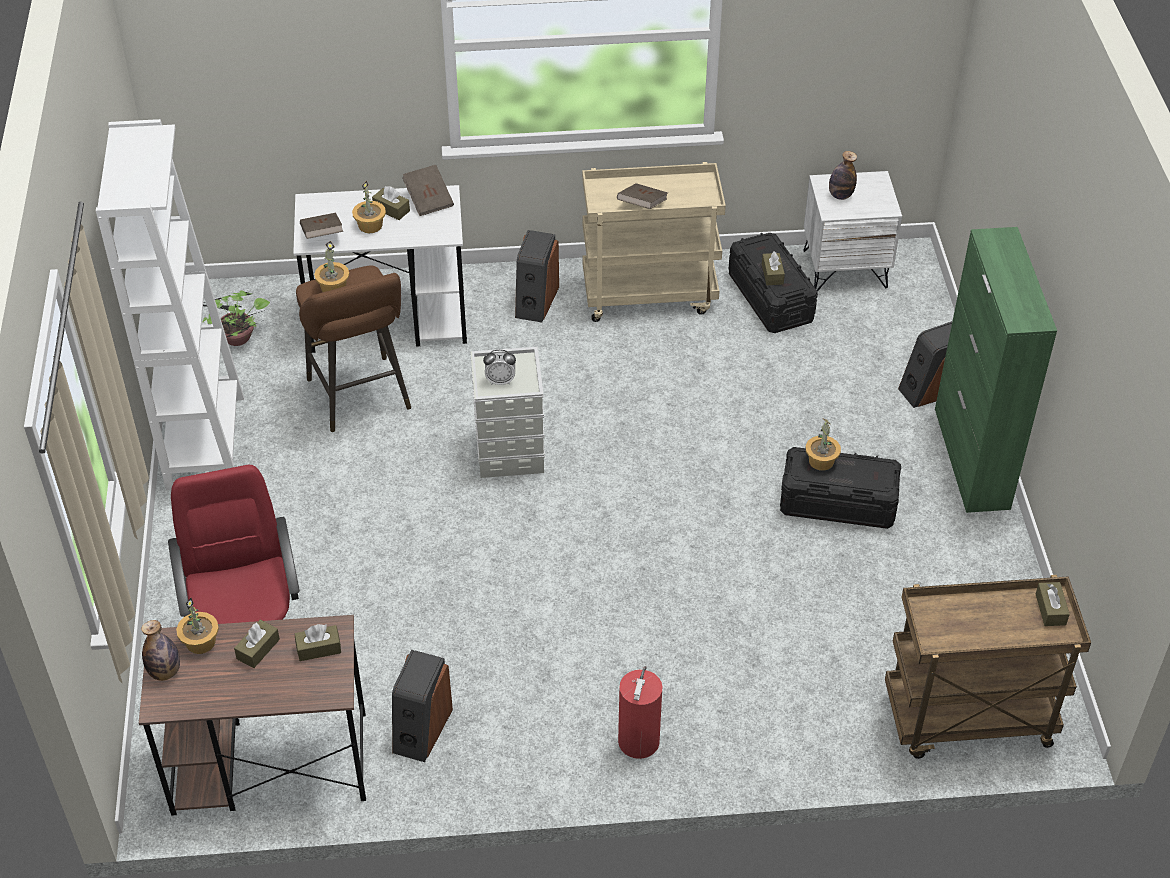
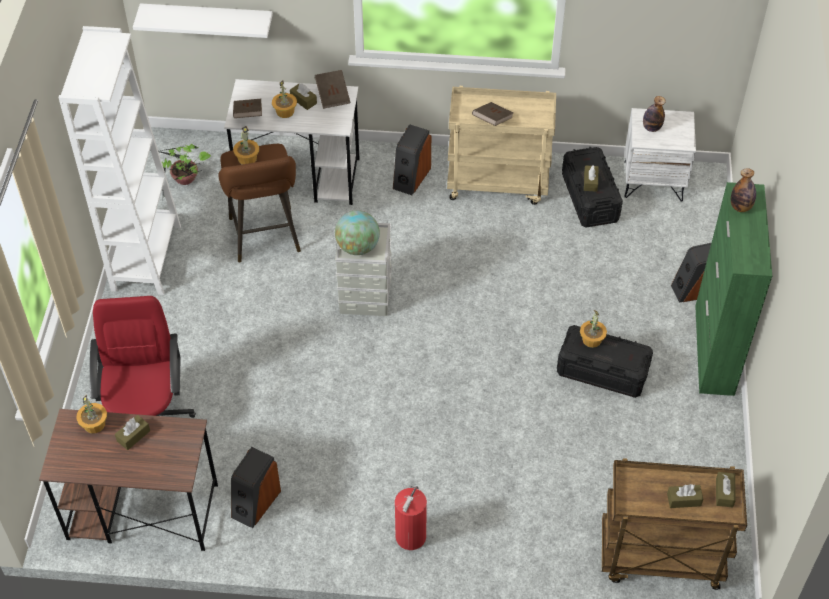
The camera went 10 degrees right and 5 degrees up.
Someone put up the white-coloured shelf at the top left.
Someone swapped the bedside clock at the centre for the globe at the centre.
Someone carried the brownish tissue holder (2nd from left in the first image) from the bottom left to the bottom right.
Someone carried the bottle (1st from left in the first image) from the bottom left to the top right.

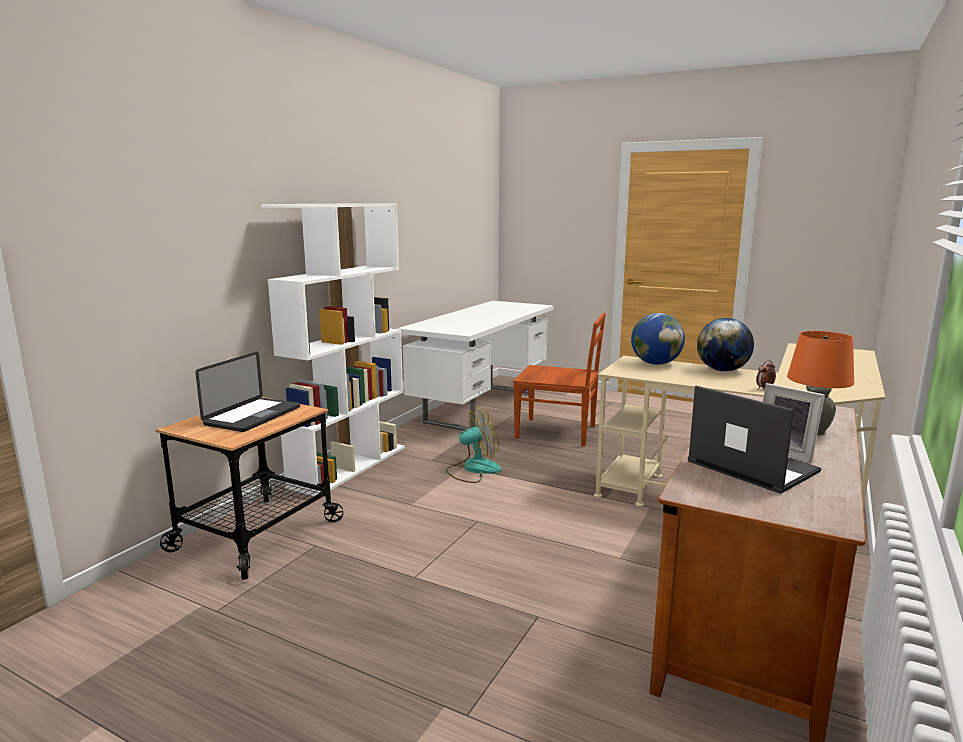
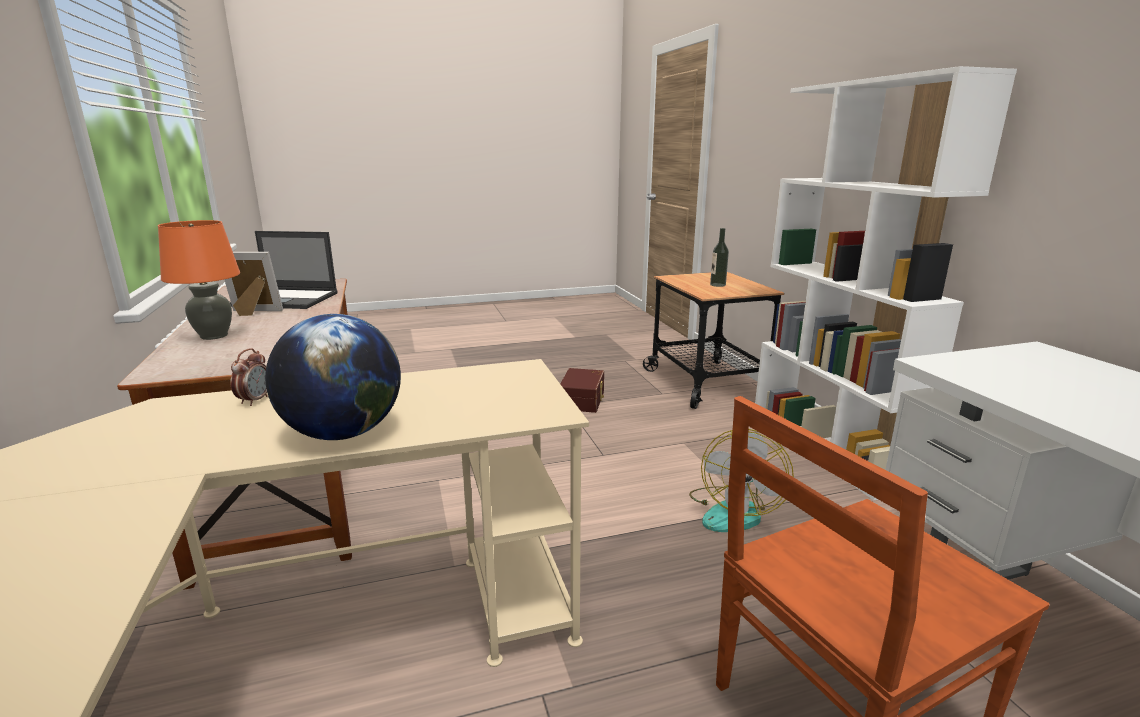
The camera went 135 degrees right and 5 degrees up.
Someone put down the brownish storage container at the centre.
Someone swapped the portable computer (1st from left) at the middle left for the bottle at the centre.
Someone took away the globe (1st from left) at the middle right.

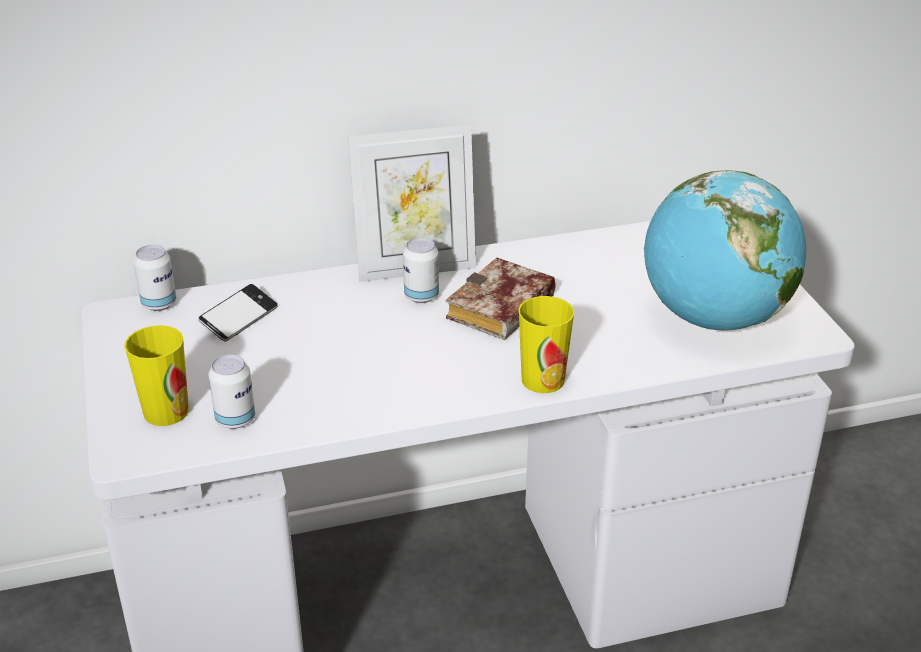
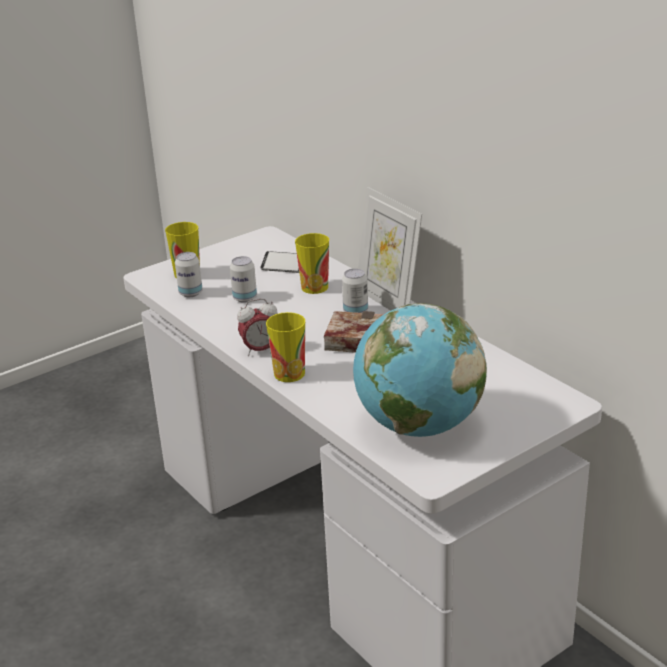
The camera went 70 degrees right and 5 degrees down.
Someone carried the can (1st from left in the first image) from the middle left to the centre.
Someone put down the bedside clock at the centre.
Someone put down the drinking cup (3rd from left) at the centre.

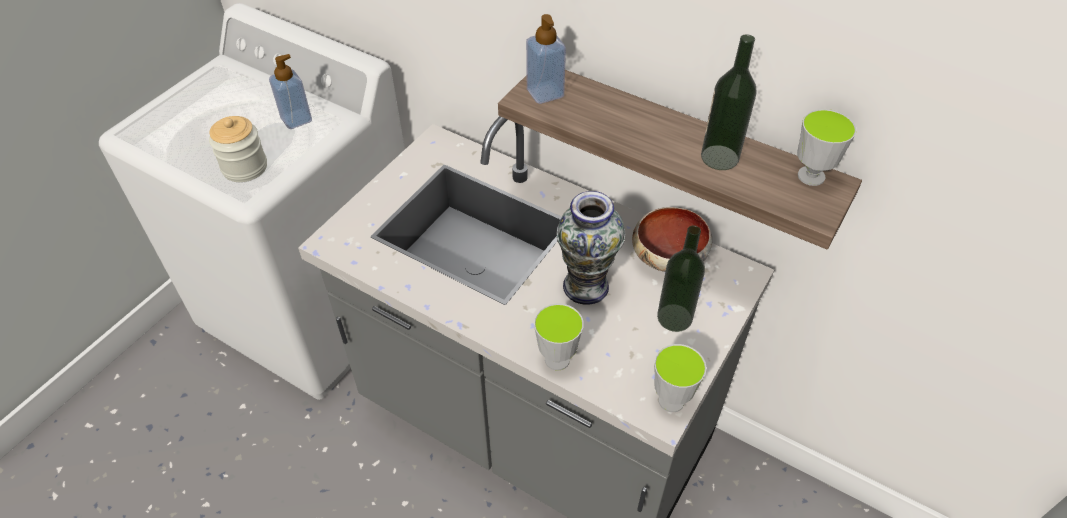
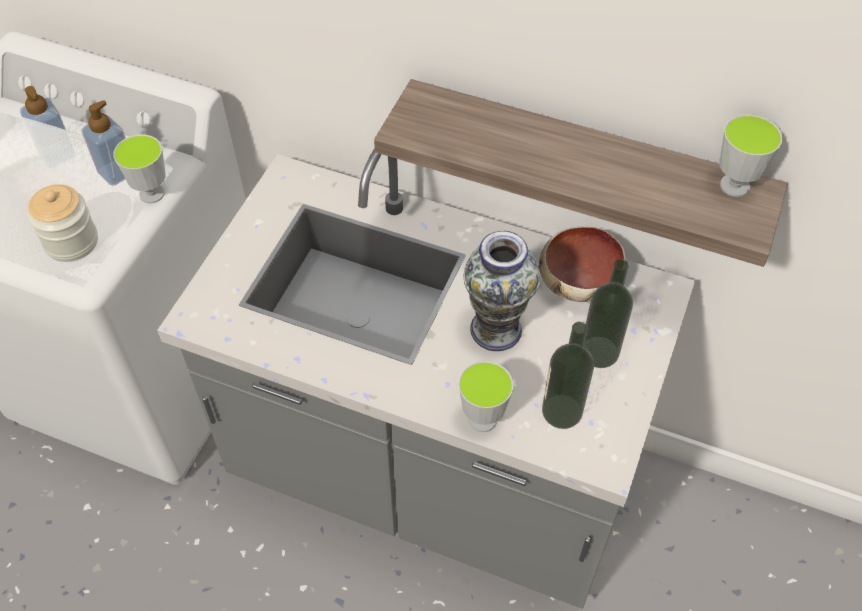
The camera went 10 degrees left and 5 degrees up.
Someone carried the liquid soap bottle (2nd from left in the first image) from the top centre to the top left.
Someone carried the drinking cup (2nd from left in the first image) from the bottom centre to the top left.
Someone carried the bottle (2nd from left in the first image) from the top right to the centre.

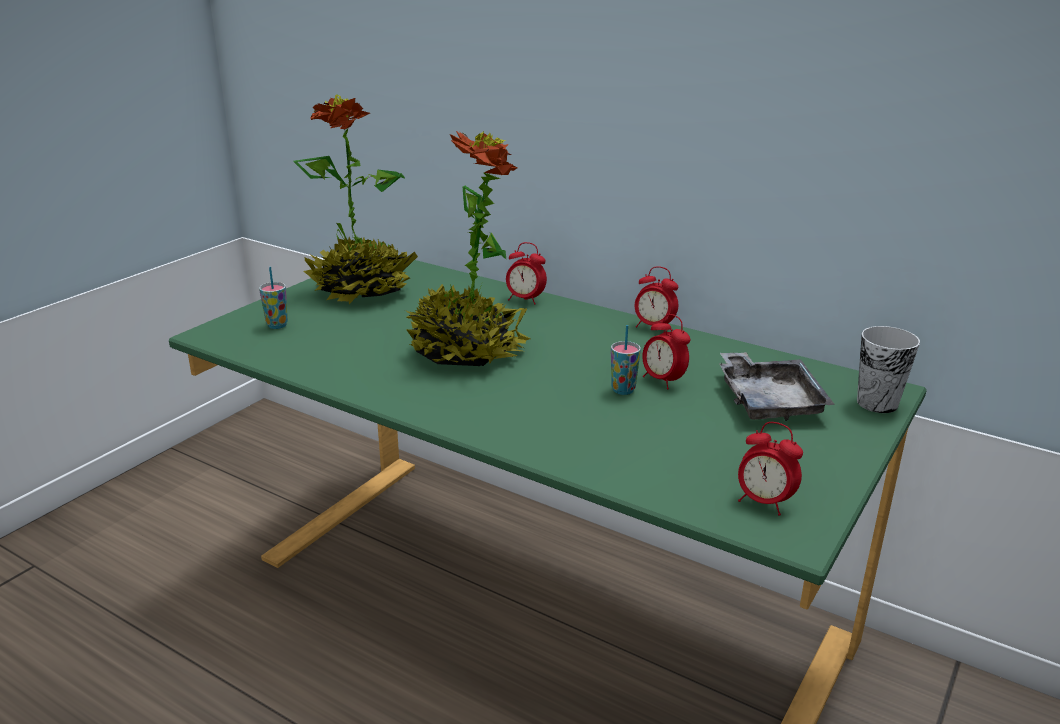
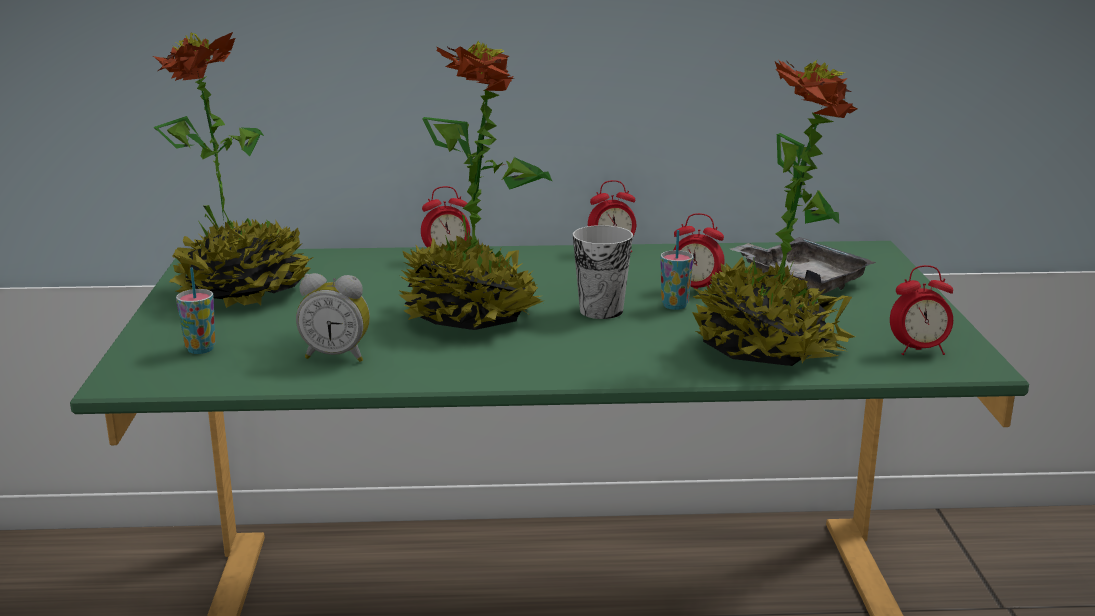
The camera went 35 degrees left and 5 degrees down.
Someone put down the bedside clock (1st from left) at the middle left.
Someone carried the drinking cup (3rd from left in the first image) from the middle right to the centre.
Someone put down the potted plant (3rd from left) at the middle right.

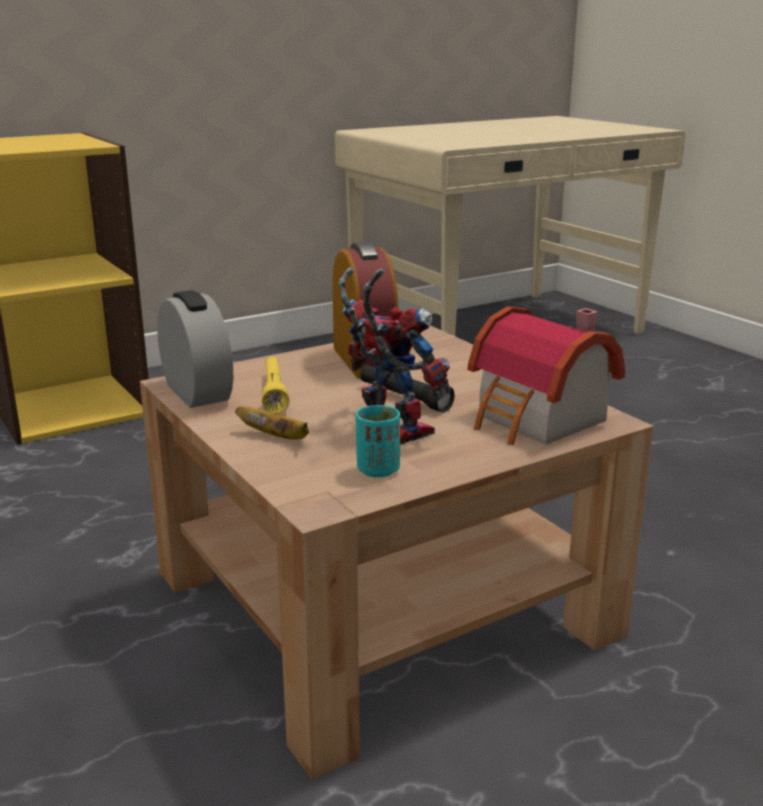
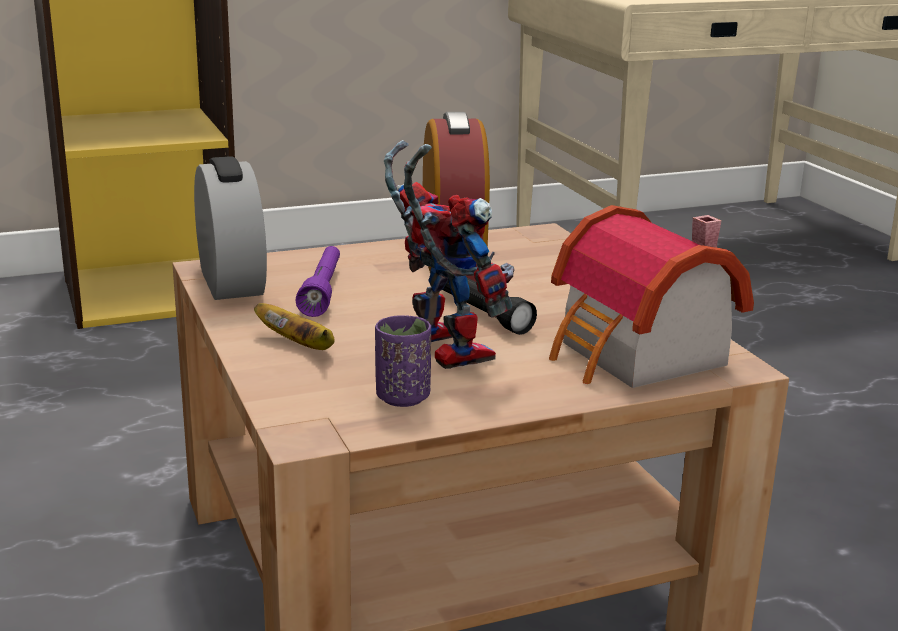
The camera went 10 degrees right and 0 degrees up.
Someone repainted the yellowish flashlight at the centre, which became the purple flashlight at the centre.
Someone repainted the turquoise-coloured drinking cup at the centre, which became the purple drinking cup at the centre.

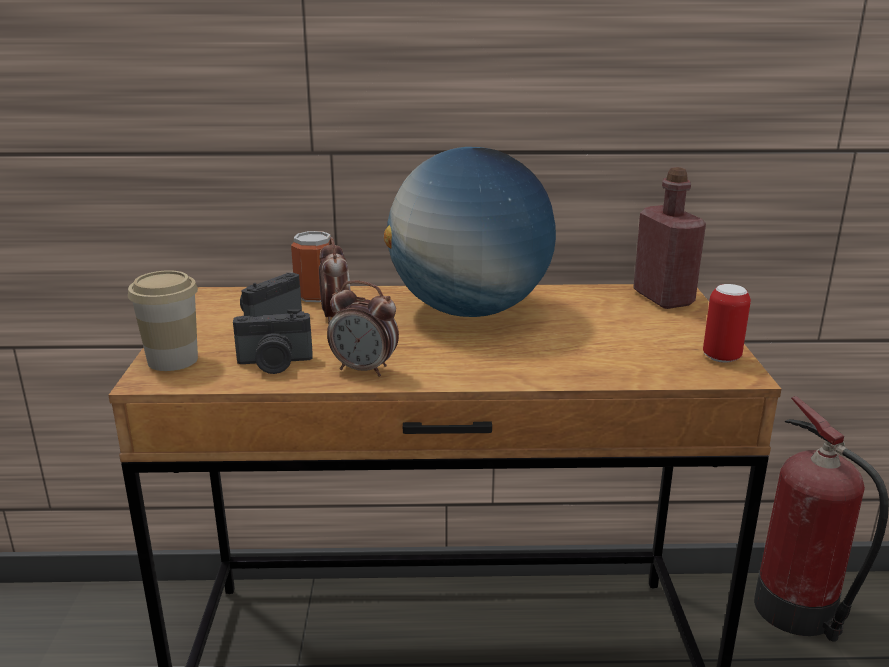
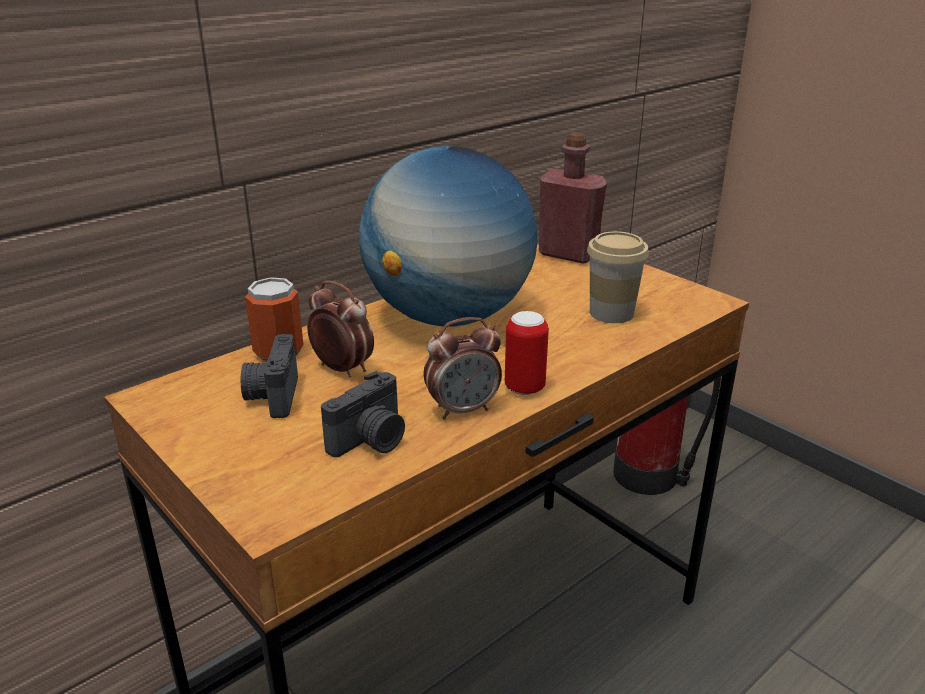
The camera went 40 degrees left and 5 degrees up.
Someone carried the can (2nd from left) from the middle right to the centre.
Someone carried the drinking cup from the middle left to the middle right.

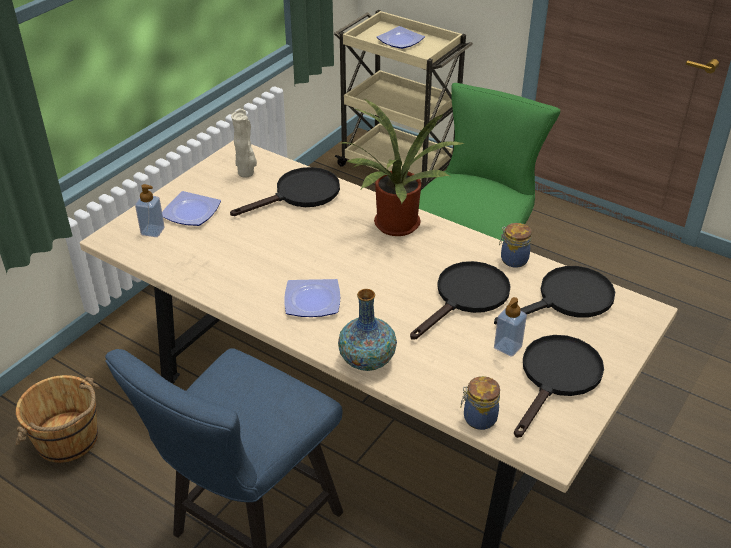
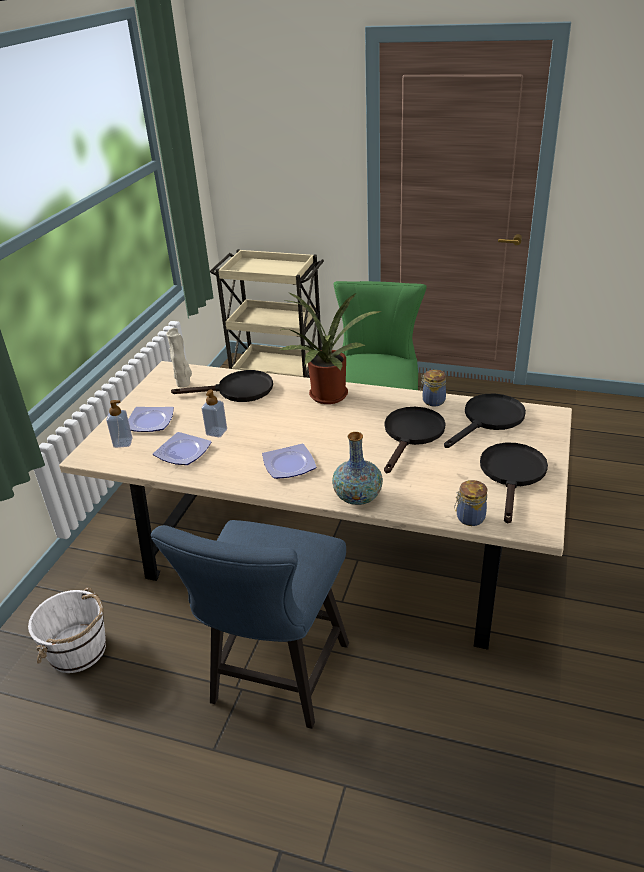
The camera went 15 degrees left and 5 degrees down.
Someone repainted the brownish pail at the bottom left, which became the white-coloured pail at the bottom left.
Someone carried the dinner plate (3rd from left in the first image) from the top centre to the middle left.
Someone rotated the black-coloured frying pan (1st from left) at the centre by 45 degrees clockwise.
Someone carried the liquid soap bottle (2nd from left) from the middle right to the middle left.

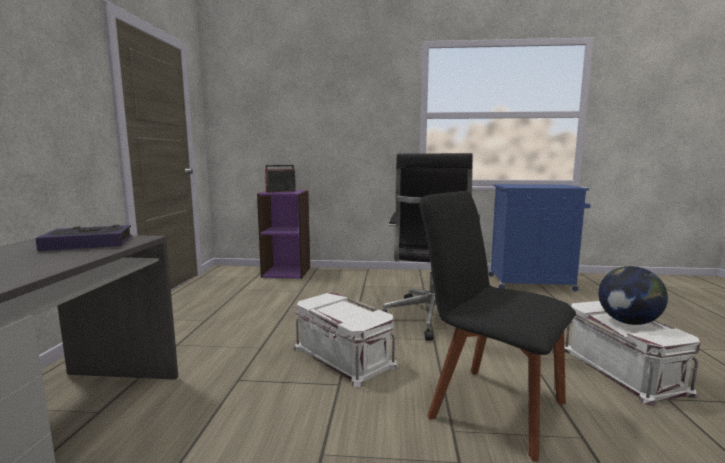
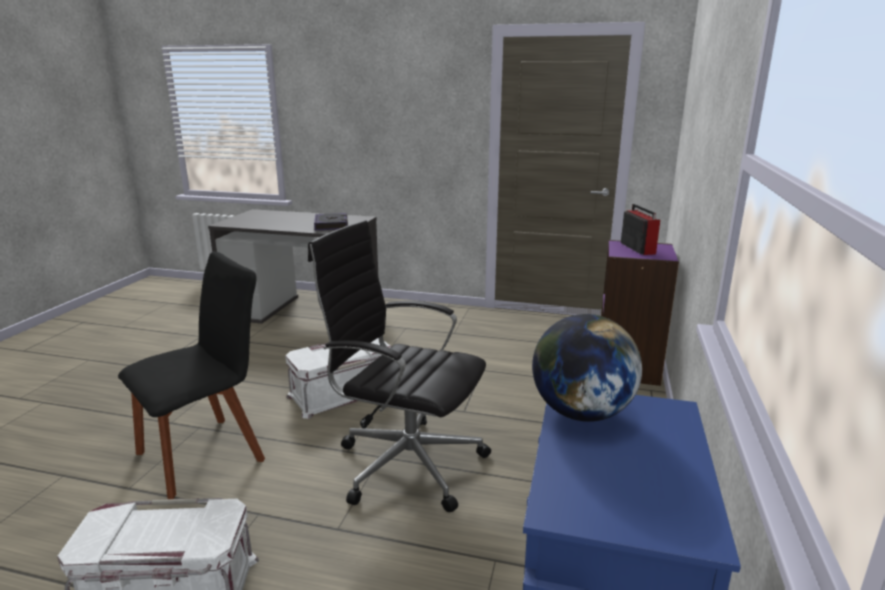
The camera went 100 degrees right and 10 degrees up.
Someone carried the globe from the middle right to the centre.

